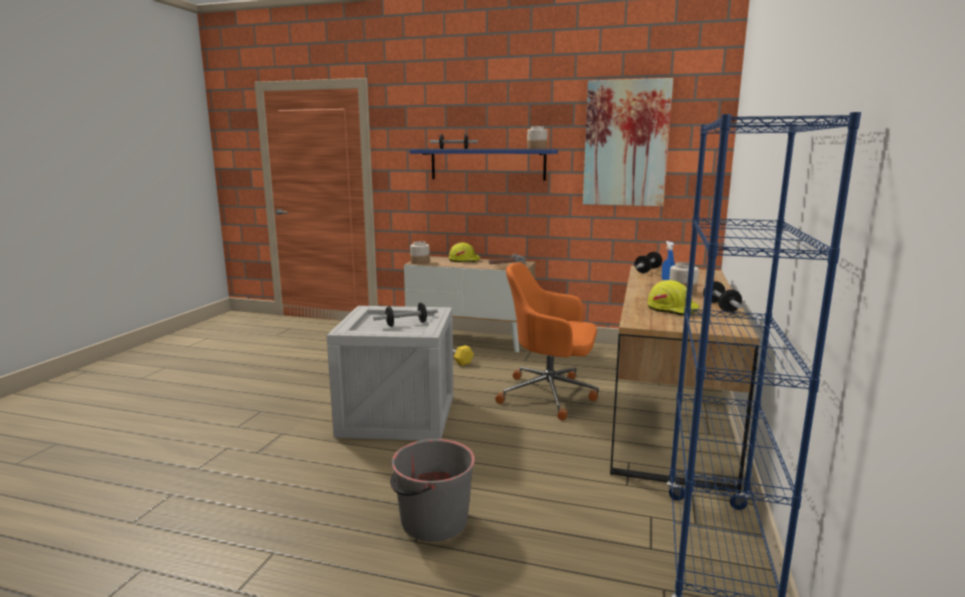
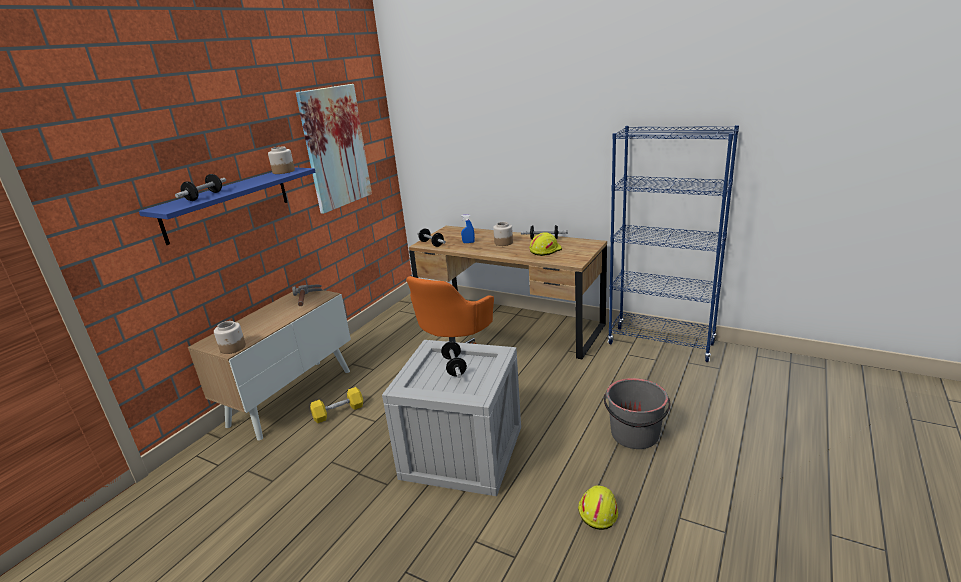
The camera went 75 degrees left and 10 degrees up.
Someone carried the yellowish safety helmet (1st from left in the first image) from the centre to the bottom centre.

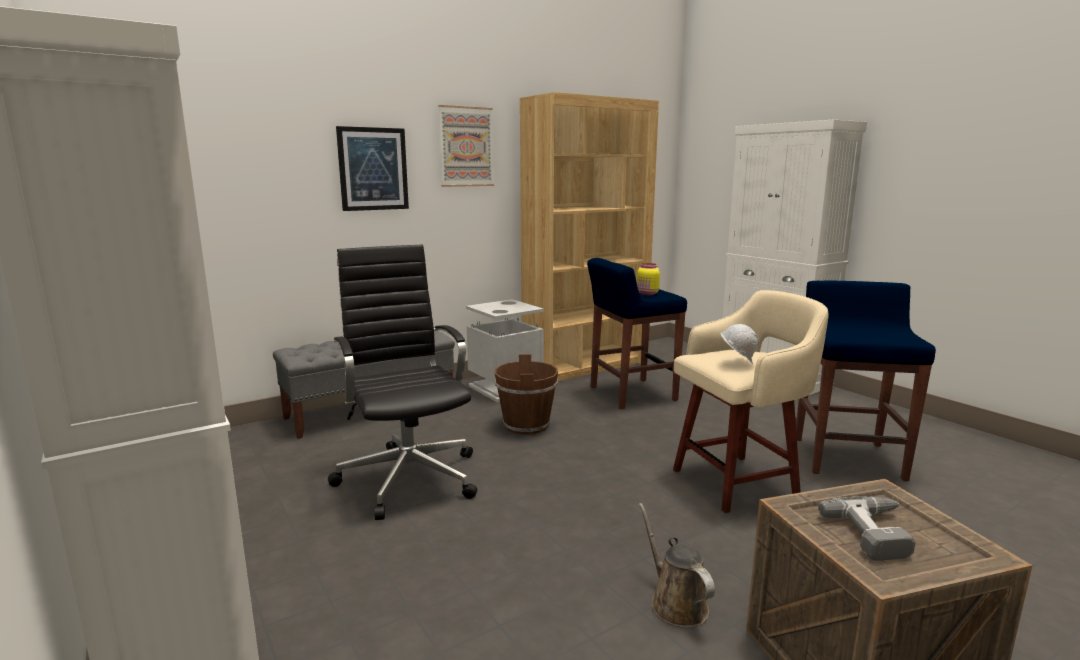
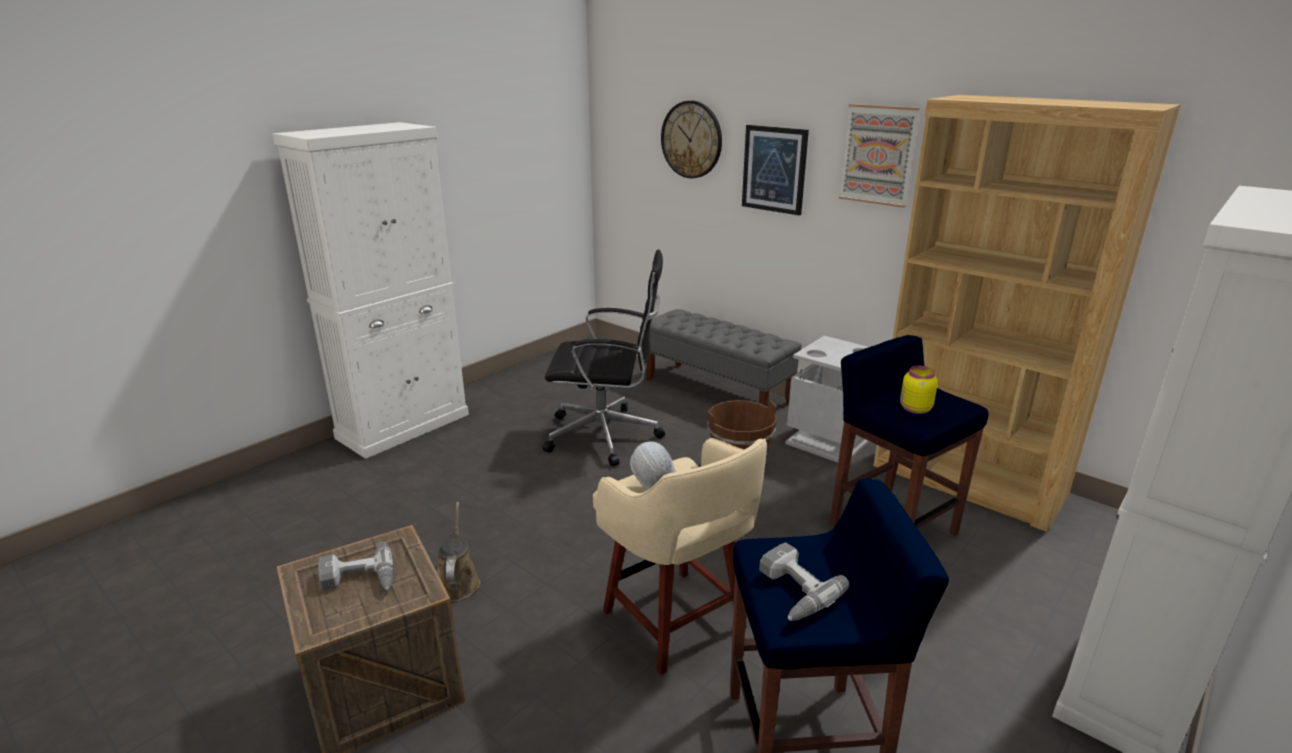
The camera went 75 degrees right and 10 degrees up.
Someone rotated the brownish watering pot at the bottom centre by 60 degrees counterclockwise.
Someone rotated the black-coloured office chair at the centre by 45 degrees clockwise.
Someone put up the wall clock at the top centre.
Someone put down the power drill (2nd from left) at the bottom centre.

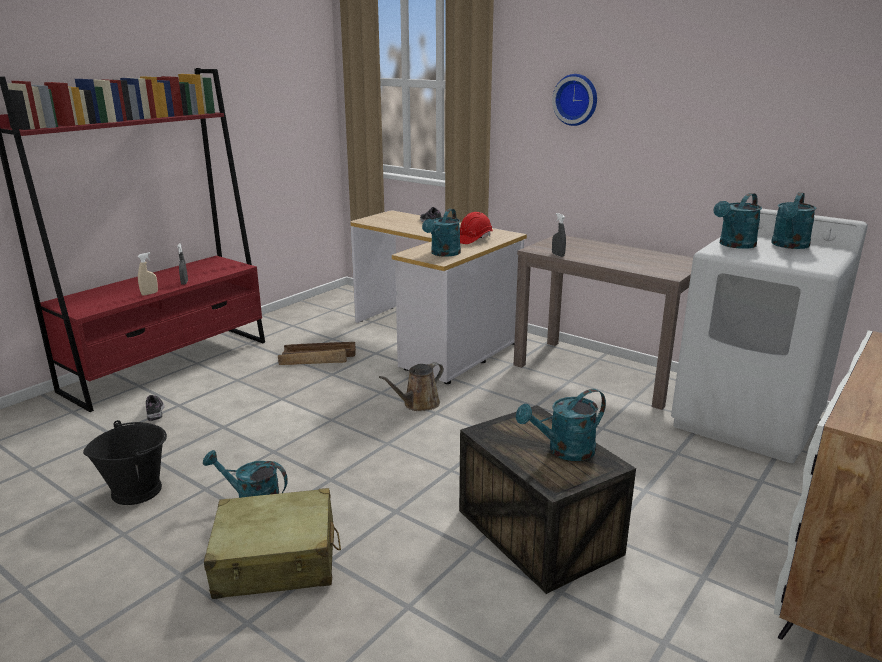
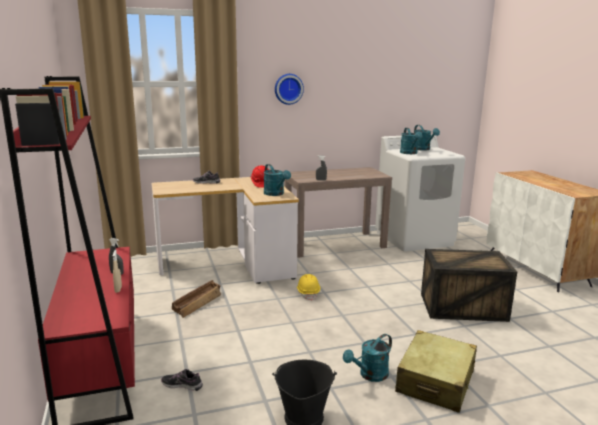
The camera went 55 degrees left and 5 degrees down.
Someone swapped the brownish watering pot at the centre for the yellowish safety helmet at the bottom centre.
Someone took away the turquoise-coloured watering pot (3rd from left) at the centre.

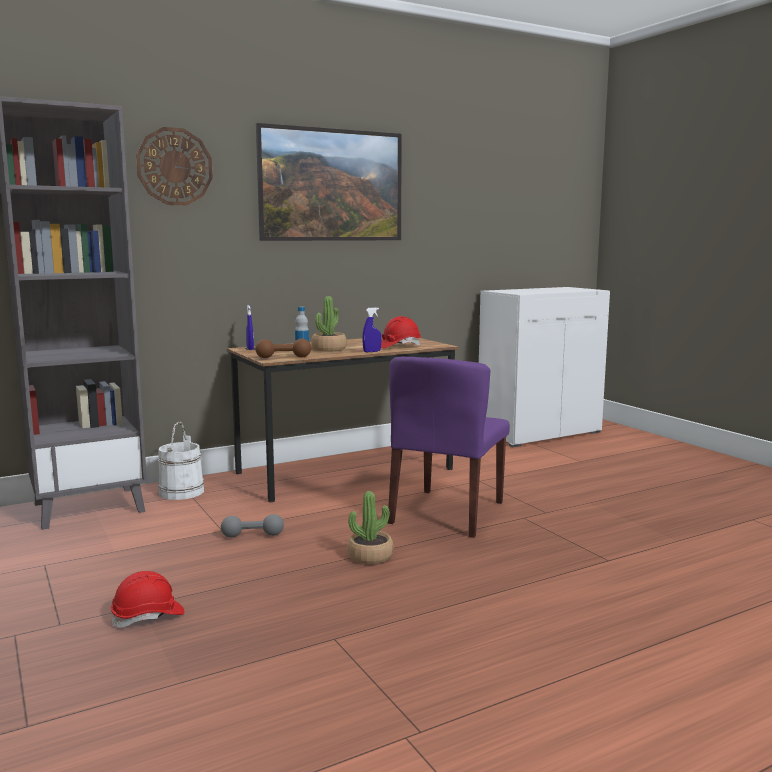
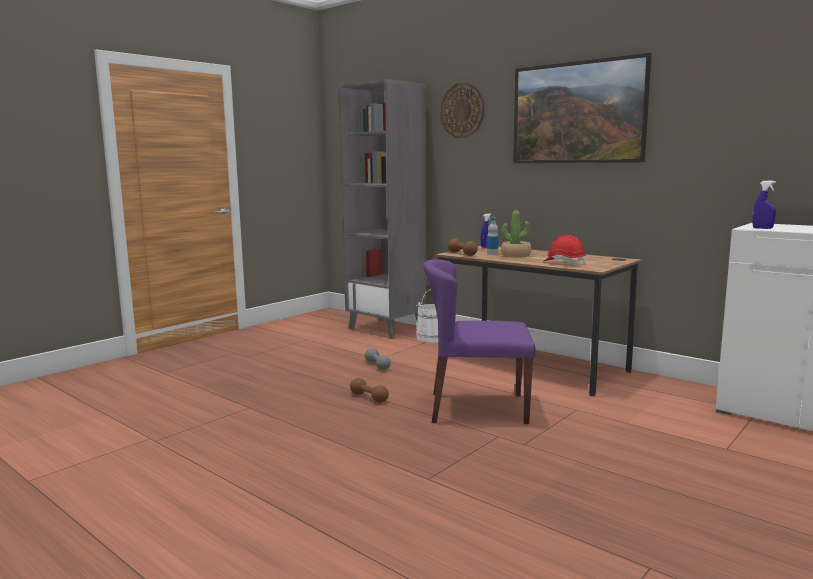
The camera went 70 degrees right and 0 degrees up.
Someone swapped the potted plant (2nd from left) at the bottom centre for the brownish free weight (1st from left) at the bottom centre.
Someone carried the blue-coloured spray bottle (2nd from left) from the centre to the middle right.
Someone took away the red-coloured safety helmet (1st from left) at the bottom left.

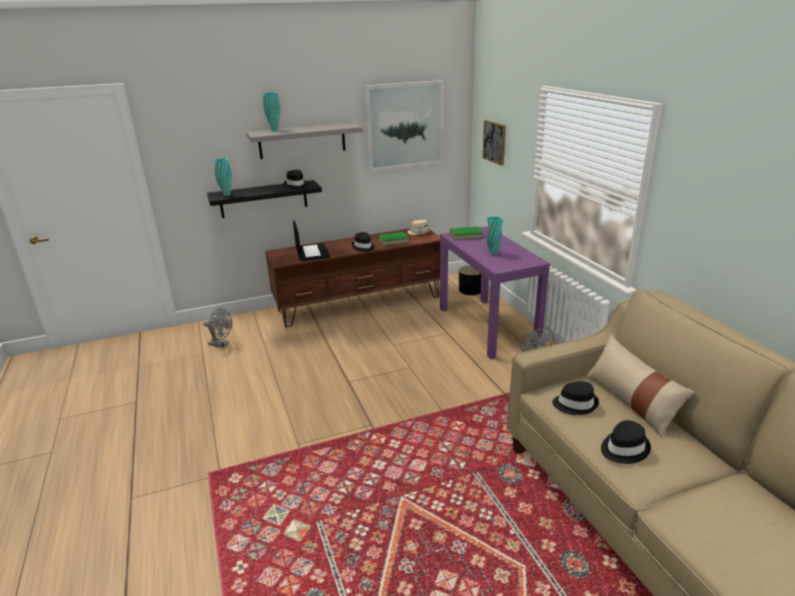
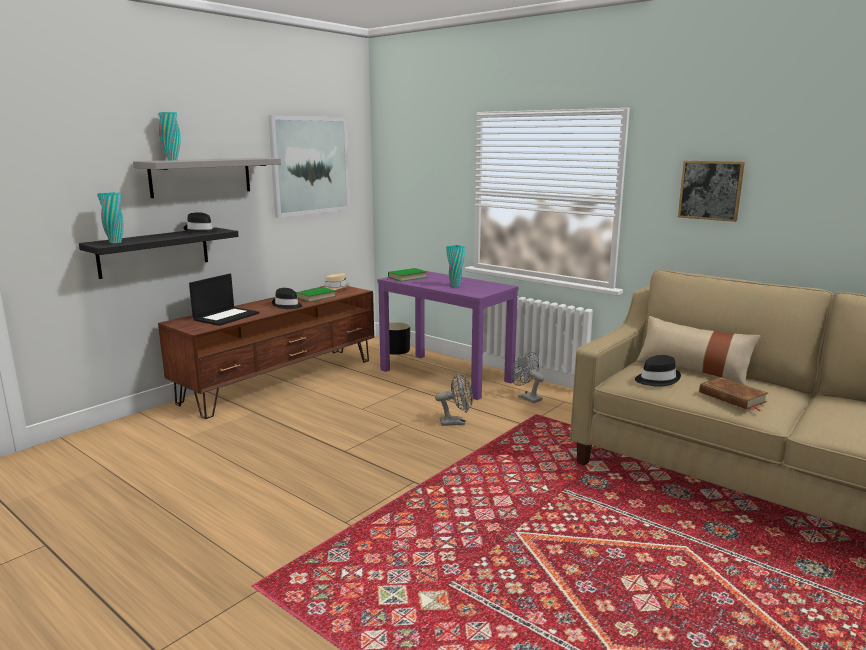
The camera went 30 degrees left and 10 degrees down.
Someone rotated the portable computer at the centre by 75 degrees clockwise.
Someone carried the greyish electric fan (1st from left) from the middle left to the centre.
Someone carried the picture (2nd from left) from the top centre to the top right.
Someone swapped the black-coloured wearable hat (4th from left) at the bottom right for the brownish book at the middle right.

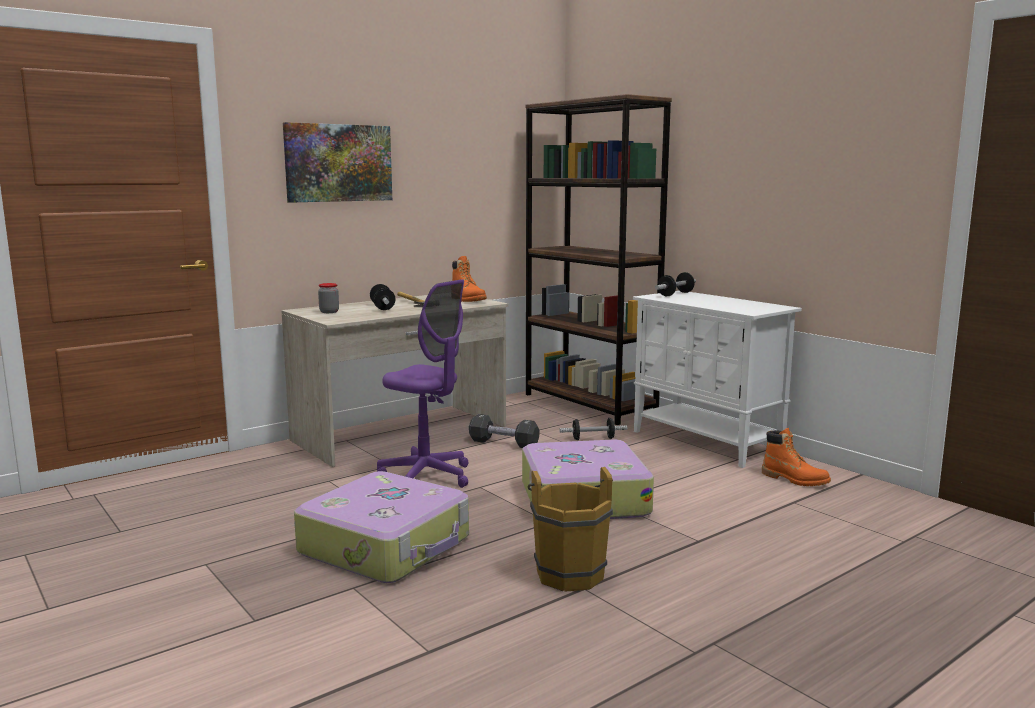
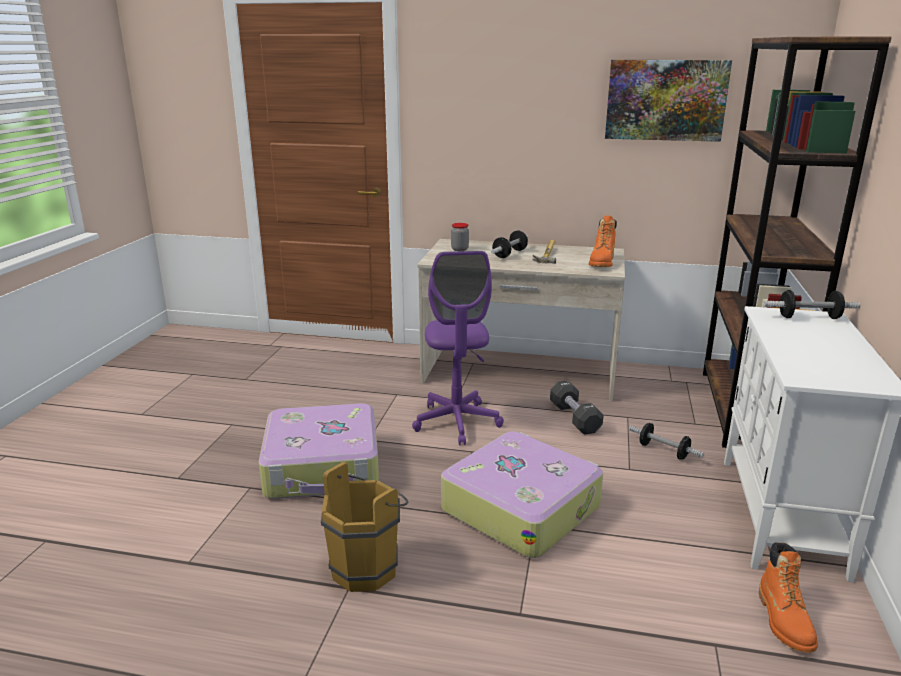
The camera went 50 degrees right and 10 degrees up.
Someone carried the picture from the top left to the top right.

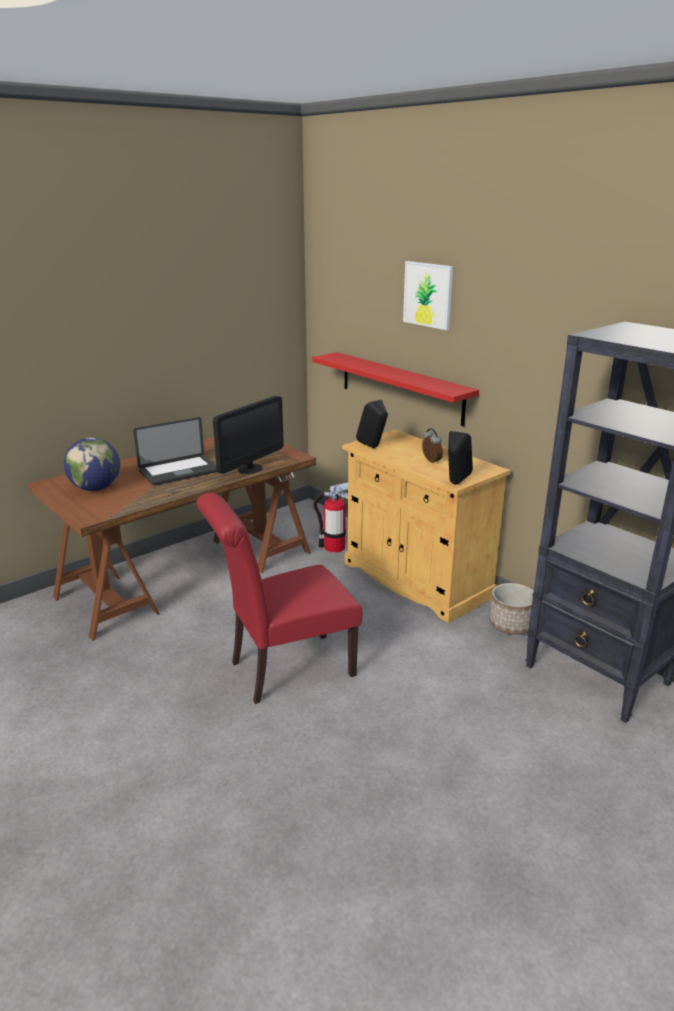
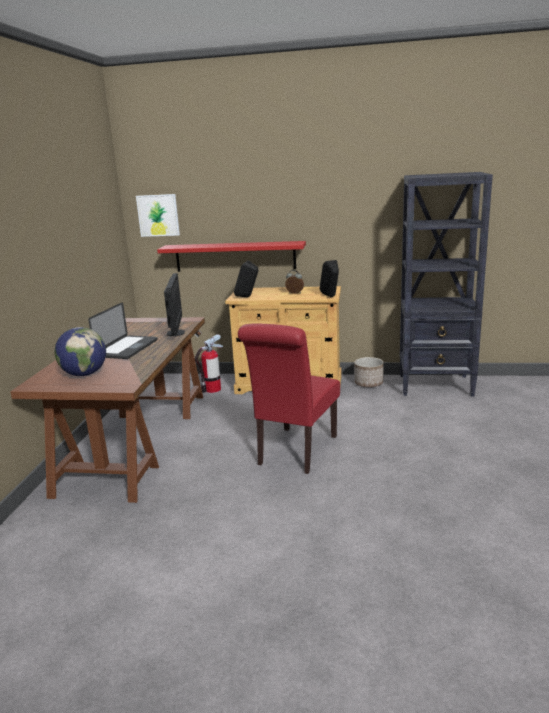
The camera went 40 degrees left and 5 degrees down.
Someone carried the picture from the top centre to the top left.

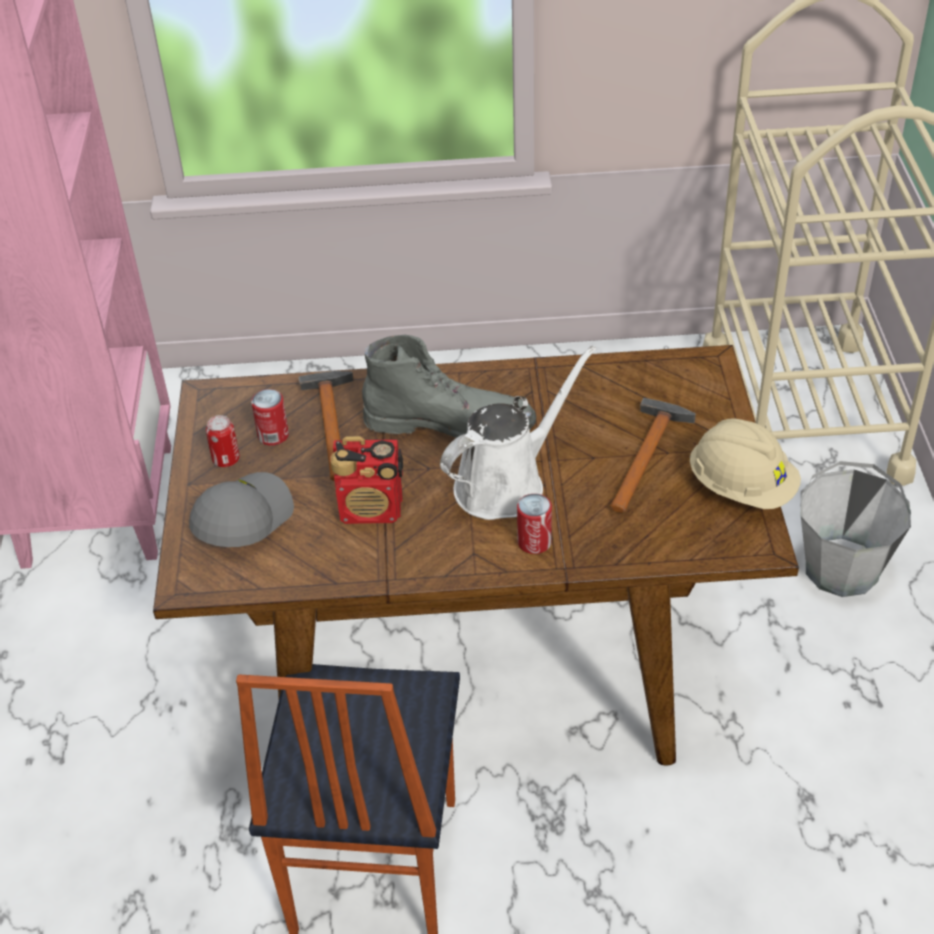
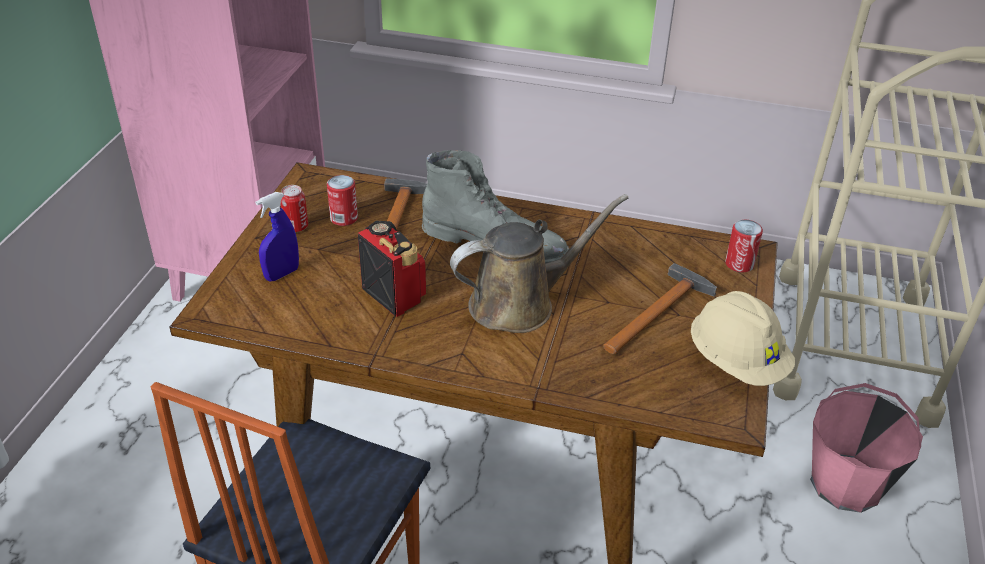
The camera went 15 degrees right and 5 degrees down.
Someone swapped the greyish baseball cap at the middle left for the blue-coloured spray bottle at the middle left.
Someone rotated the radio at the centre by 150 degrees counterclockwise.
Someone repainted the white-coloured watering pot at the centre, which became the brownish watering pot at the centre.
Someone carried the can (3rd from left) from the centre to the middle right.
Someone repainted the greyish pail at the middle right, which became the pink pail at the bottom right.

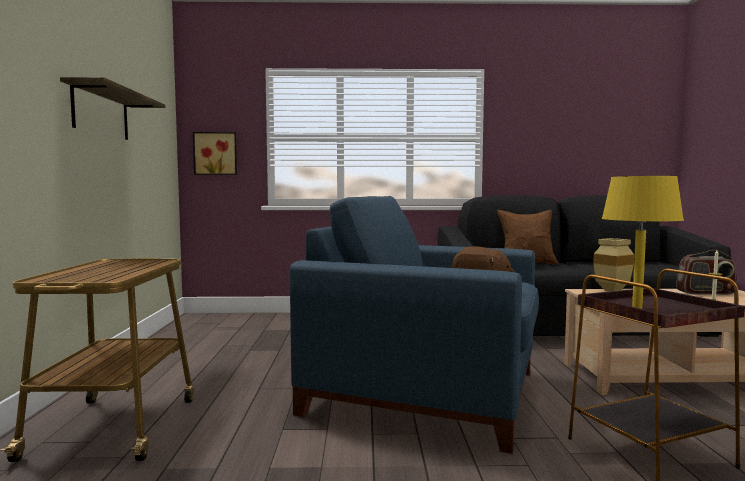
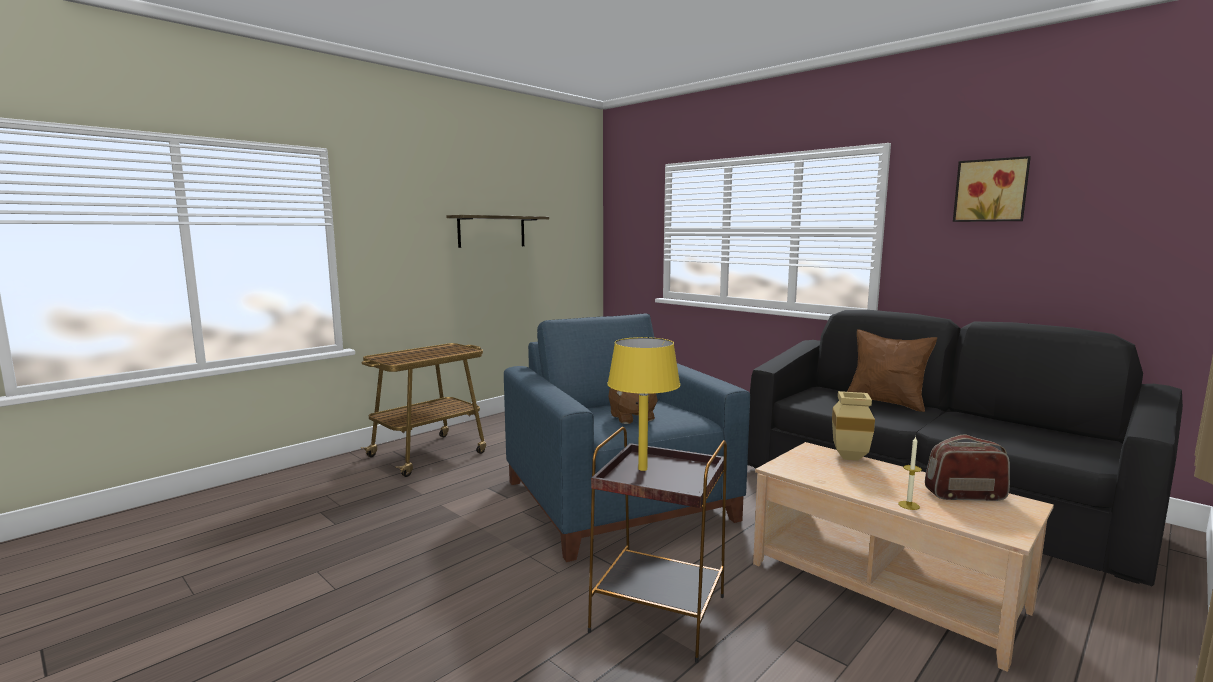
The camera went 45 degrees right and 5 degrees up.
Someone rotated the radio at the middle right by 135 degrees clockwise.
Someone carried the picture from the top left to the top right.

